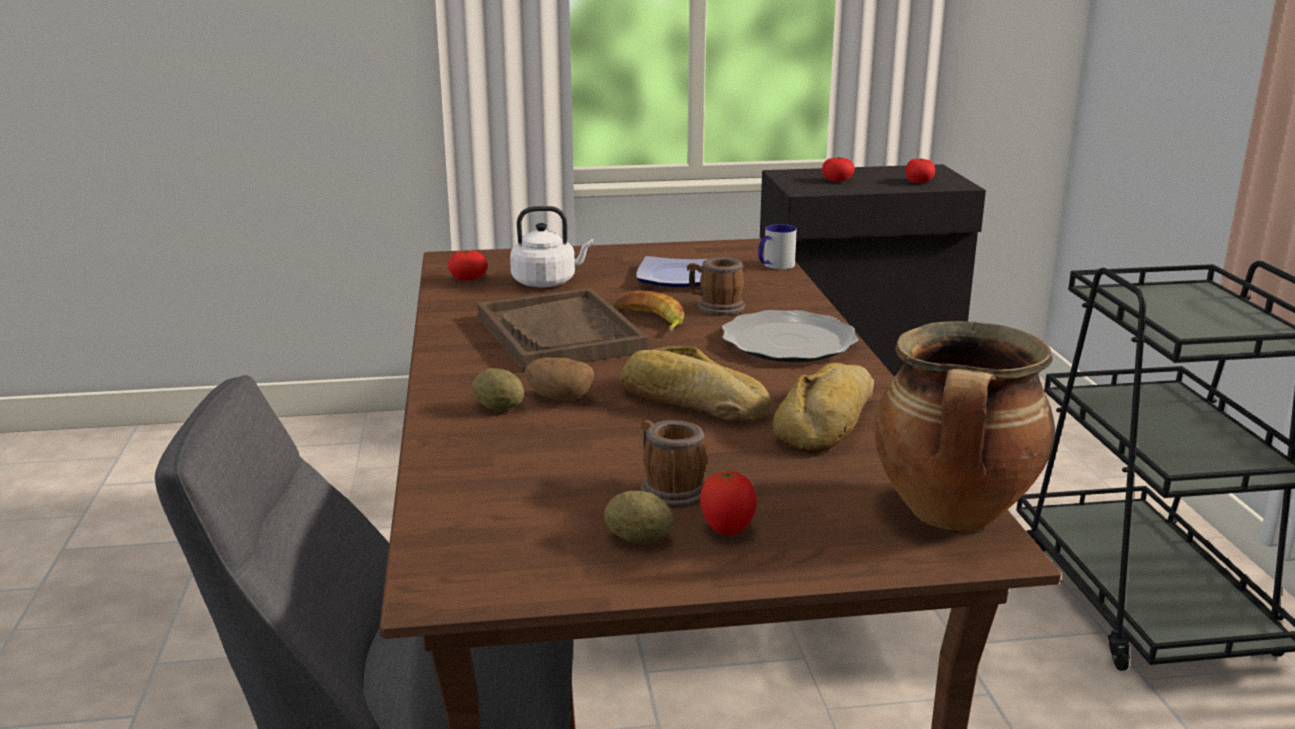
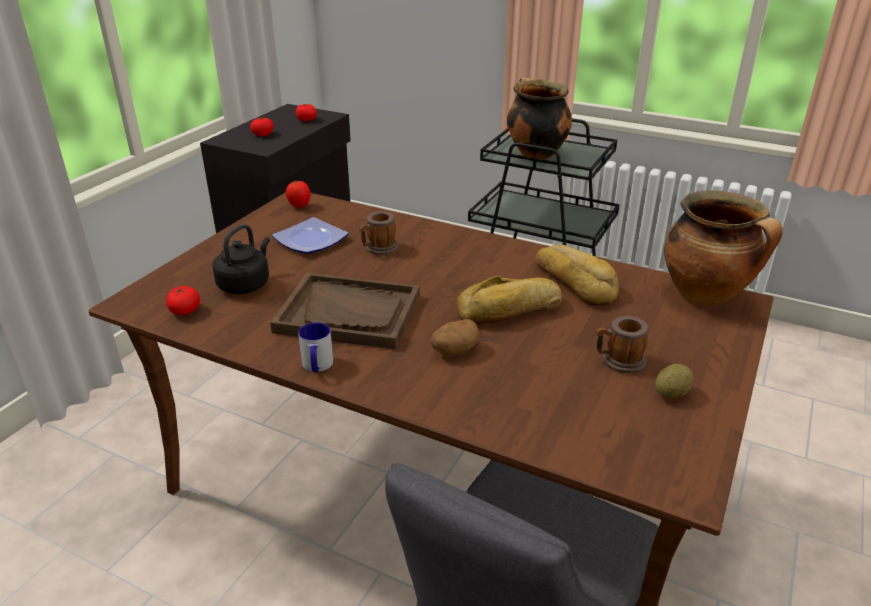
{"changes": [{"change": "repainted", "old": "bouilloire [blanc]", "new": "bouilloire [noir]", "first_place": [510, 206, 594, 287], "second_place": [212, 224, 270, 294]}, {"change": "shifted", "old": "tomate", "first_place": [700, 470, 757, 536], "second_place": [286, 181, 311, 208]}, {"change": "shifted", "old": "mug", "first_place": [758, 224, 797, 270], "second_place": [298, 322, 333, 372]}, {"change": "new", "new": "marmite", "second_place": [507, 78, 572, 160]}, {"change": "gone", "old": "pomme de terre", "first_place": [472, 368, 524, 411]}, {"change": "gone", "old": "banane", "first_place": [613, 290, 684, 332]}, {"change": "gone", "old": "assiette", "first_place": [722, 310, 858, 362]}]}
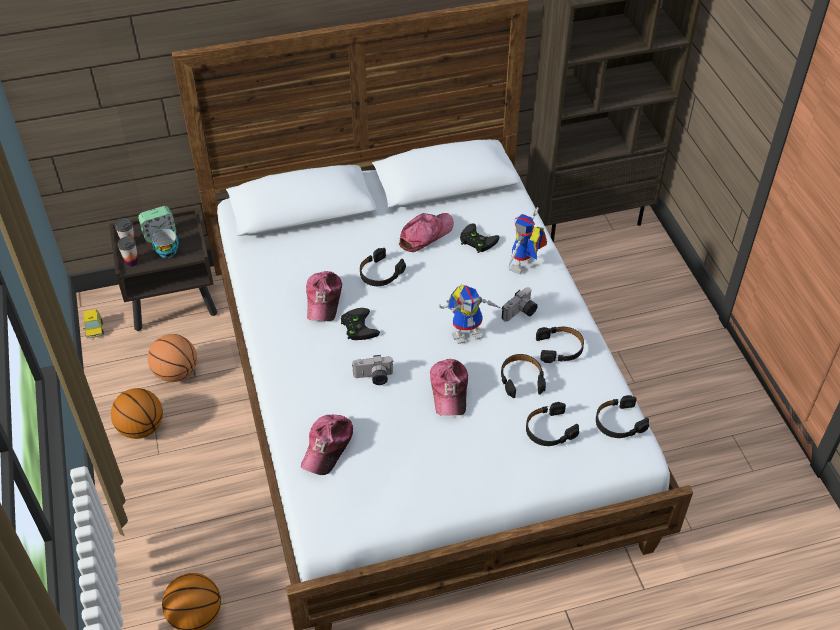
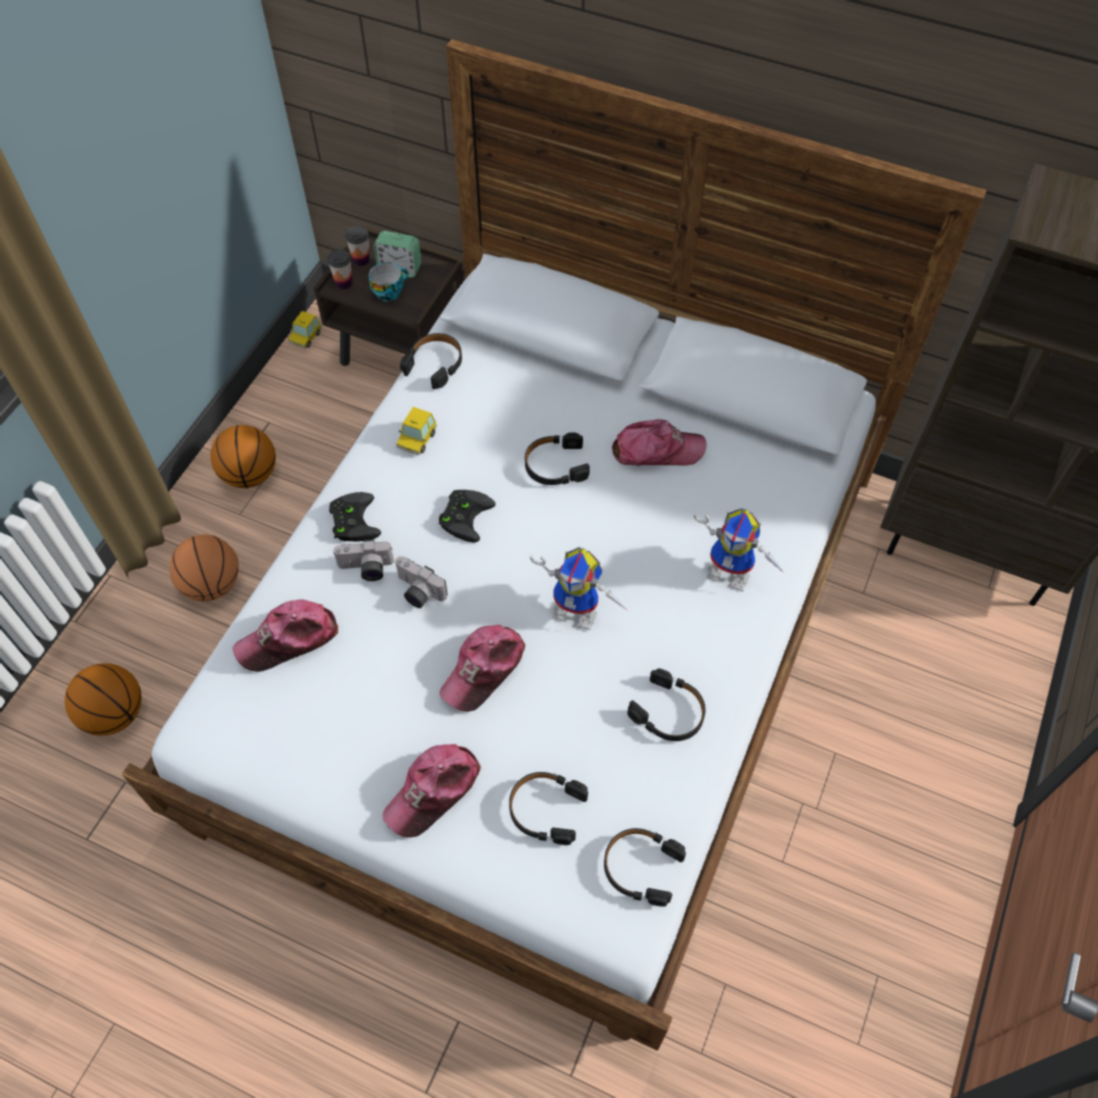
{"changes": [{"change": "shifted", "old": "ballon de basket", "first_place": [148, 334, 197, 382], "second_place": [170, 535, 239, 602]}, {"change": "shifted", "old": "manette [noir]", "first_place": [460, 224, 499, 253], "second_place": [329, 492, 381, 541]}, {"change": "shifted", "old": "appareil photo", "first_place": [502, 287, 538, 322], "second_place": [333, 539, 394, 581]}, {"change": "shifted", "old": "casquette", "first_place": [306, 271, 342, 321], "second_place": [382, 744, 481, 838]}, {"change": "new", "new": "petite voiture", "second_place": [396, 407, 437, 455]}, {"change": "shifted", "old": "casque audio [noir]", "first_place": [501, 354, 546, 398], "second_place": [400, 333, 462, 389]}, {"change": "rotated", "old": "robot jouet", "first_place": [508, 207, 547, 274], "second_place": [693, 508, 785, 591], "degrees": -135}]}
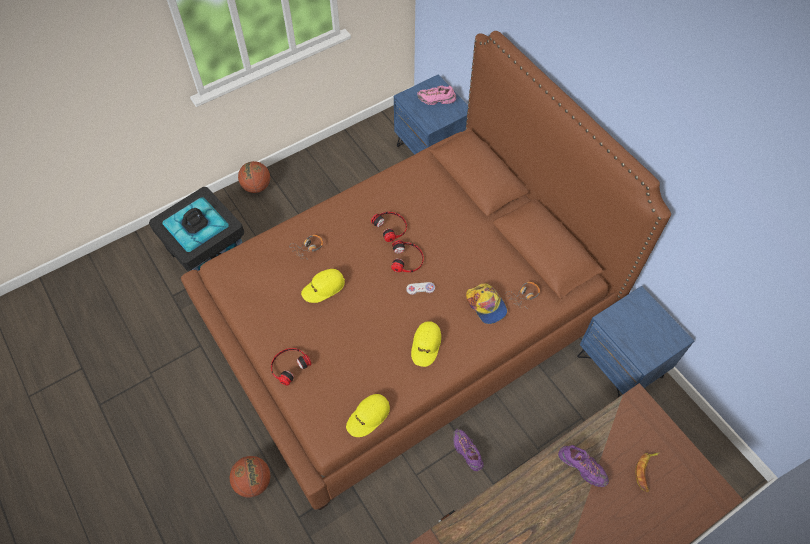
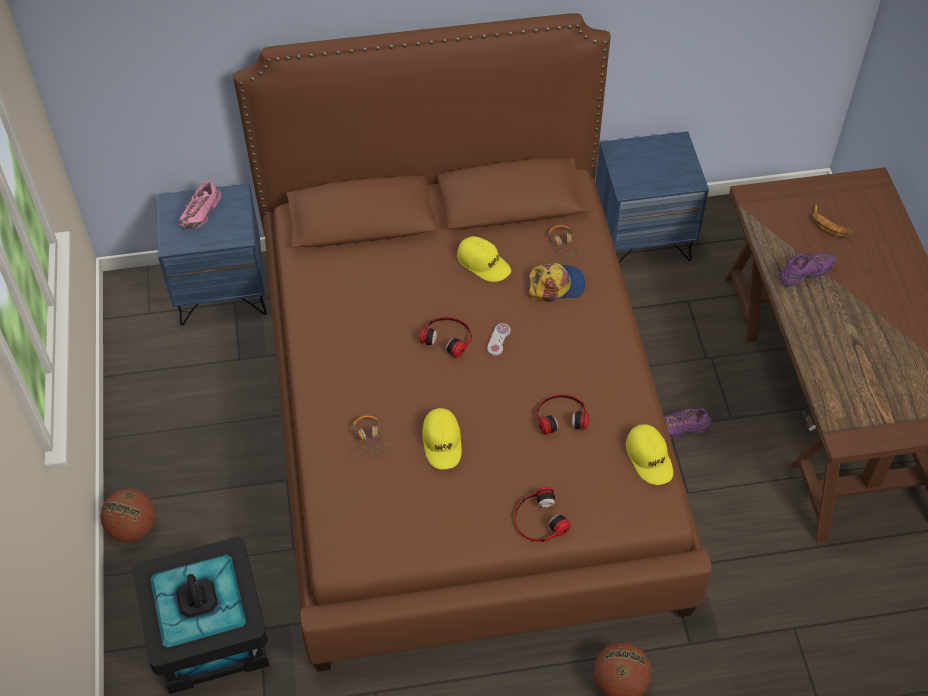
{"changes": [{"change": "shifted", "old": "casquette [jaune]", "first_place": [411, 321, 441, 367], "second_place": [457, 236, 511, 282]}, {"change": "shifted", "old": "casque audio", "first_place": [371, 212, 407, 242], "second_place": [537, 394, 589, 435]}]}
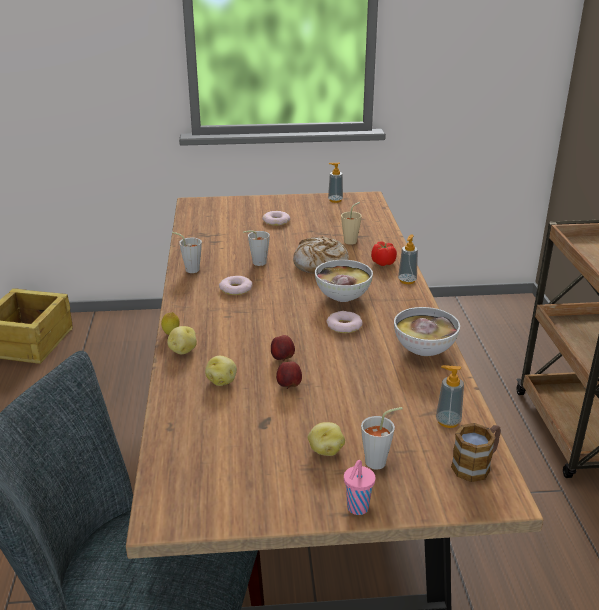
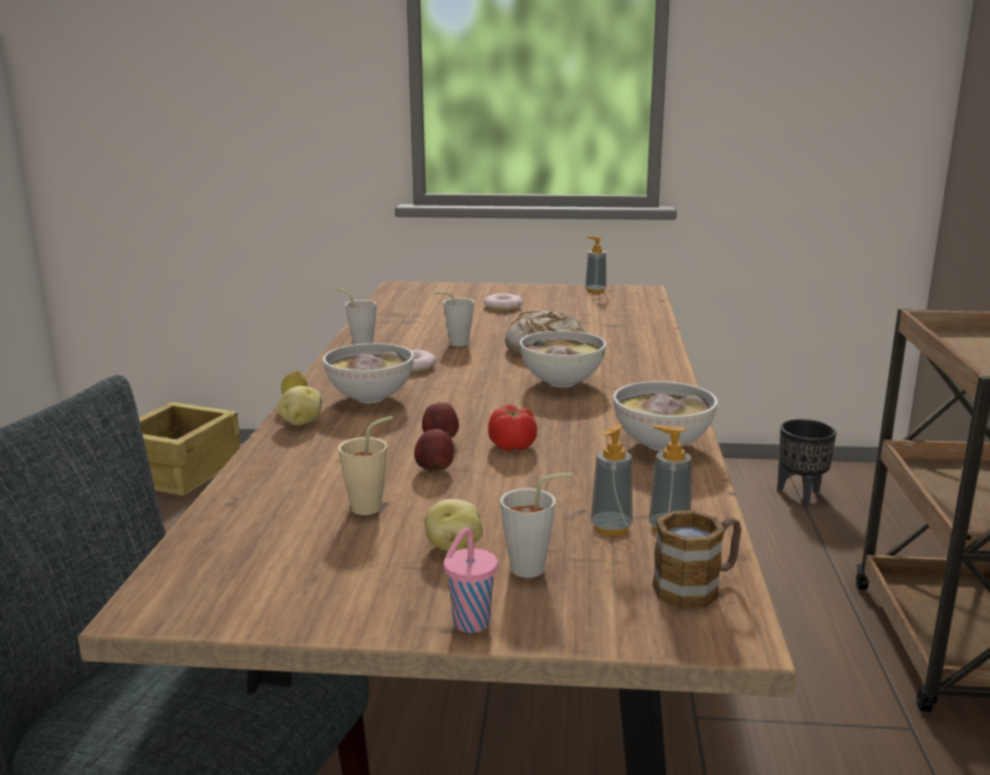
{"changes": [{"change": "new", "new": "bol", "second_place": [323, 343, 414, 403]}, {"change": "shifted", "old": "tasse [beige]", "first_place": [341, 202, 362, 245], "second_place": [338, 416, 393, 515]}, {"change": "shifted", "old": "tomate", "first_place": [371, 241, 397, 266], "second_place": [488, 405, 537, 451]}, {"change": "shifted", "old": "distributeur de savon", "first_place": [398, 234, 418, 284], "second_place": [591, 424, 633, 536]}, {"change": "new", "new": "cache-pot [noir]", "second_place": [777, 419, 836, 506]}, {"change": "gone", "old": "pomme de terre", "first_place": [205, 356, 237, 386]}, {"change": "gone", "old": "beignet", "first_place": [326, 311, 363, 333]}]}
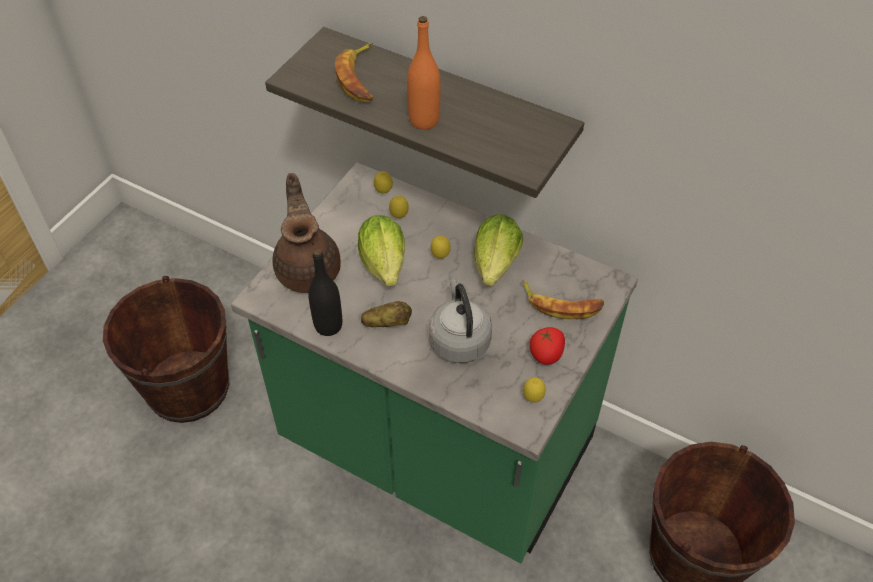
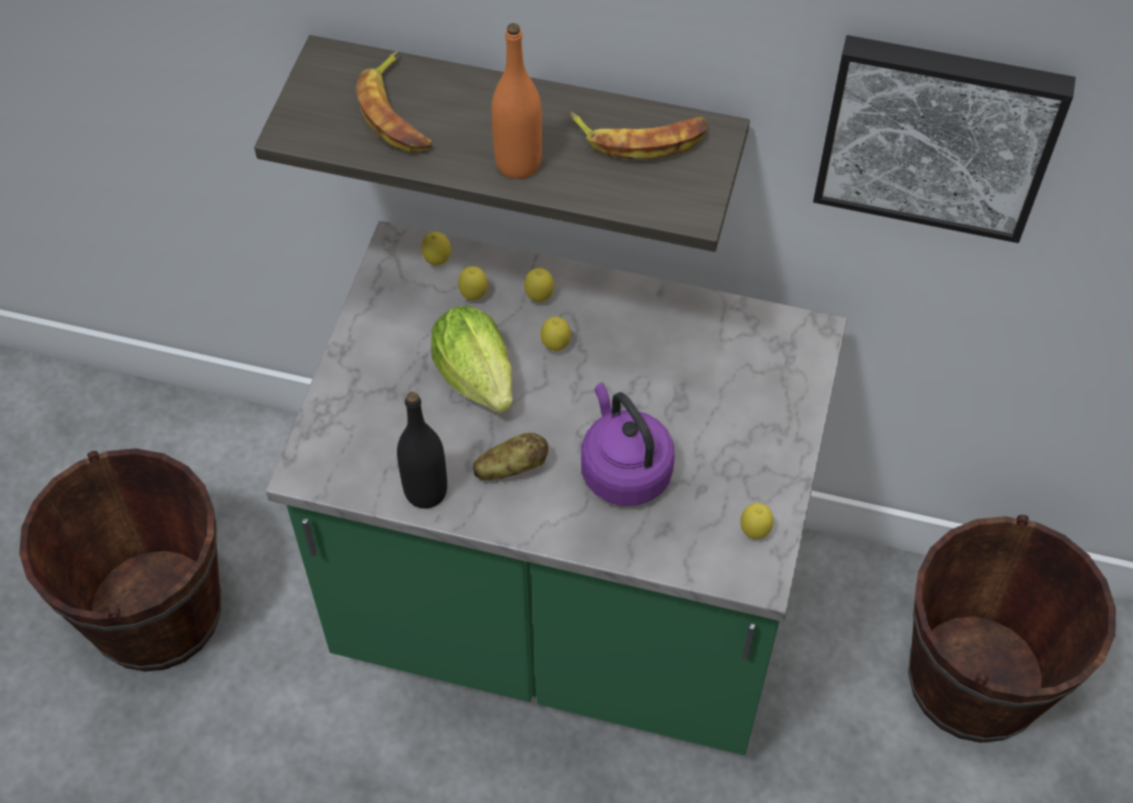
{"changes": [{"change": "new", "new": "citron", "second_place": [524, 268, 554, 302]}, {"change": "shifted", "old": "banane", "first_place": [522, 280, 604, 319], "second_place": [569, 112, 708, 159]}, {"change": "repainted", "old": "bouilloire [gris]", "new": "bouilloire [violet]", "first_place": [429, 279, 492, 363], "second_place": [581, 383, 675, 506]}, {"change": "new", "new": "tableau", "second_place": [813, 35, 1076, 243]}, {"change": "gone", "old": "théière [marron]", "first_place": [273, 173, 341, 293]}, {"change": "gone", "old": "laitue", "first_place": [474, 214, 523, 286]}, {"change": "gone", "old": "tomate", "first_place": [530, 327, 565, 365]}]}
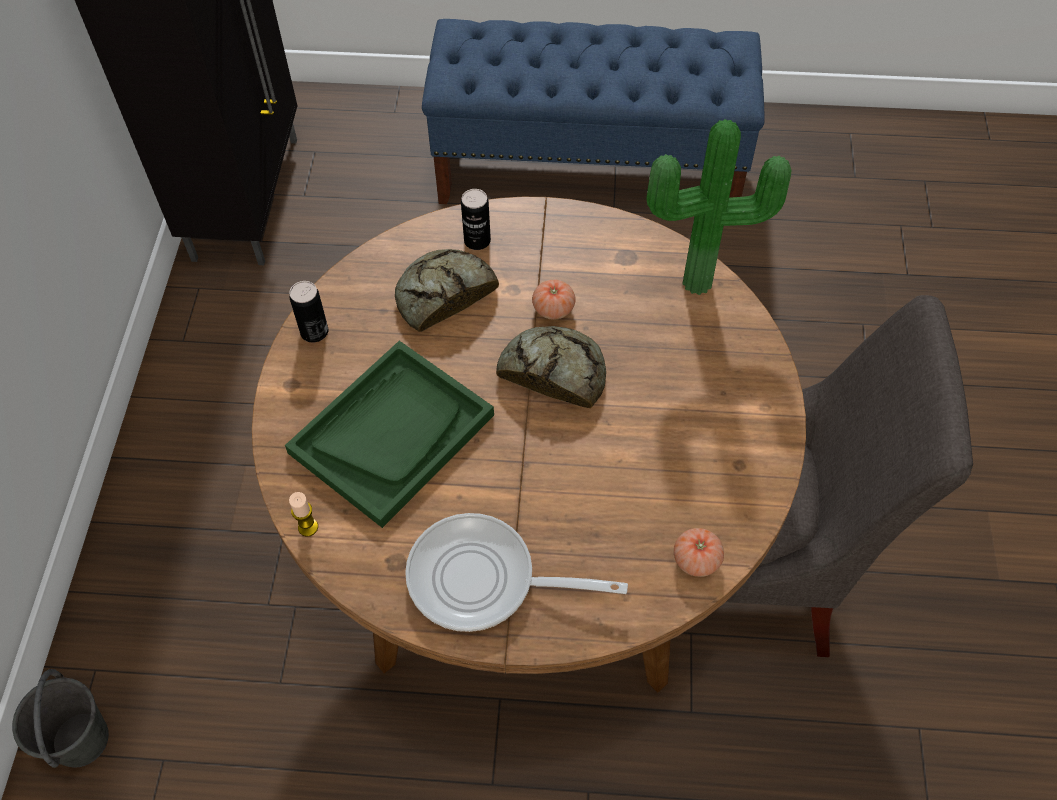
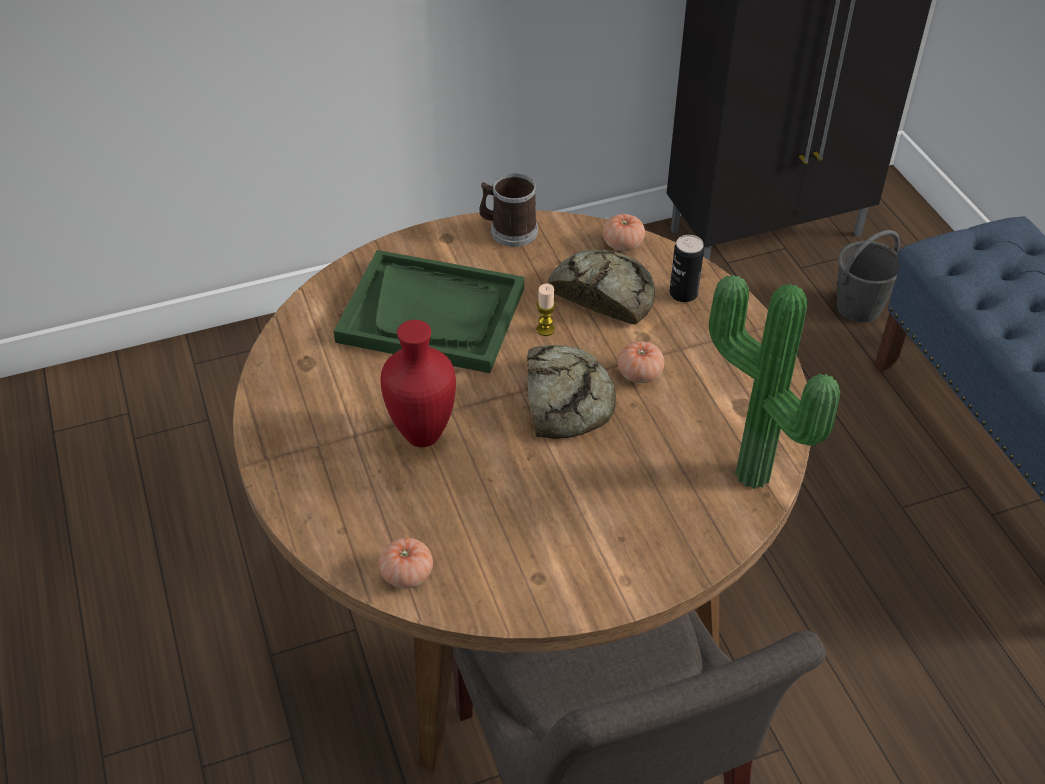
{"changes": [{"change": "new", "new": "vase [rouge]", "second_place": [380, 320, 456, 447]}, {"change": "swapped", "old": "boîte métallique", "new": "mug", "first_place": [289, 281, 328, 343], "second_place": [479, 173, 538, 247]}, {"change": "shifted", "old": "bougie", "first_place": [289, 492, 318, 537], "second_place": [536, 283, 556, 336]}, {"change": "new", "new": "tomate", "second_place": [603, 214, 645, 251]}, {"change": "shifted", "old": "seau [gris]", "first_place": [12, 669, 109, 768], "second_place": [837, 230, 900, 323]}, {"change": "gone", "old": "poêle", "first_place": [405, 513, 628, 632]}]}
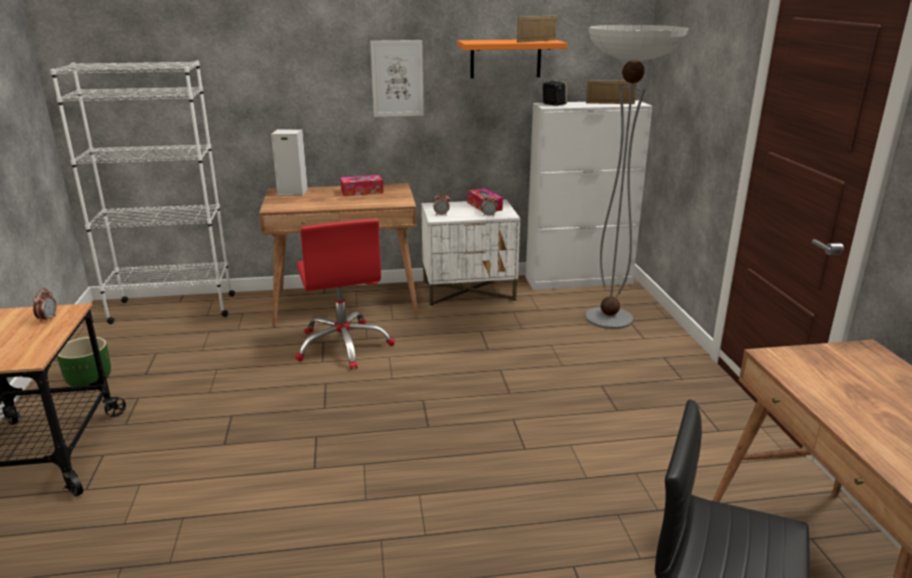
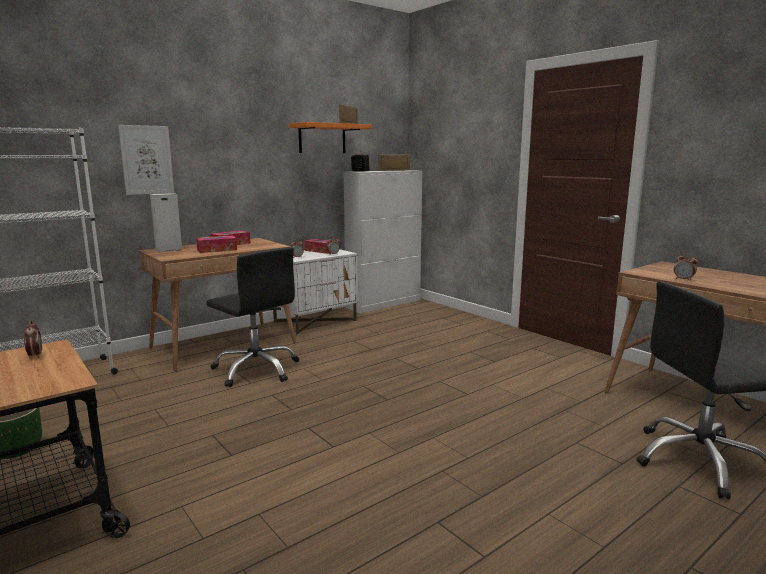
{"changes": [{"change": "shifted", "old": "tableau", "first_place": [370, 40, 424, 117], "second_place": [118, 125, 174, 195]}, {"change": "new", "new": "boîte à mouchoirs", "second_place": [196, 236, 237, 253]}, {"change": "repainted", "old": "chaise de bureau [rouge]", "new": "chaise de bureau [noir]", "first_place": [295, 219, 395, 370], "second_place": [206, 247, 299, 387]}, {"change": "new", "new": "réveil", "second_place": [674, 253, 698, 281]}, {"change": "gone", "old": "lampadaire", "first_place": [586, 25, 688, 329]}]}
